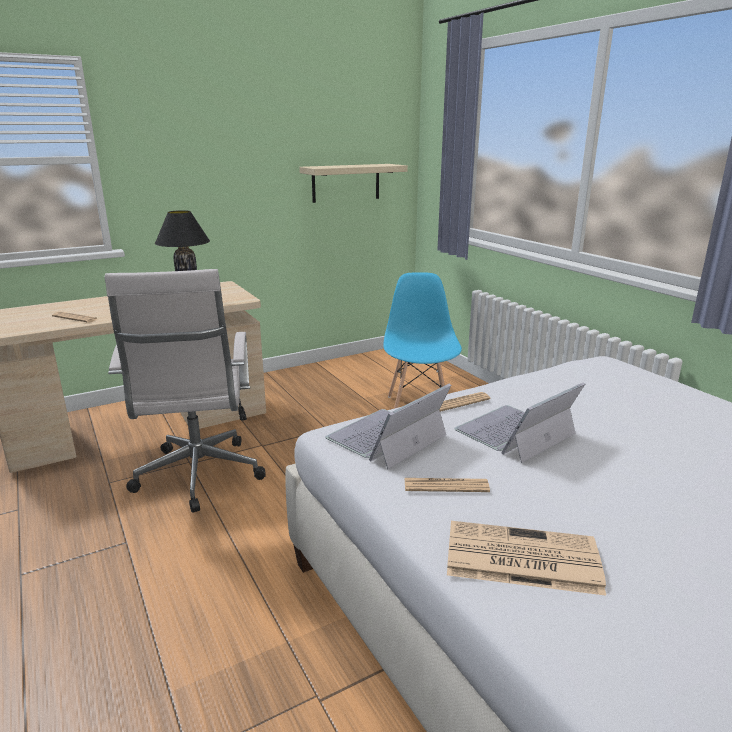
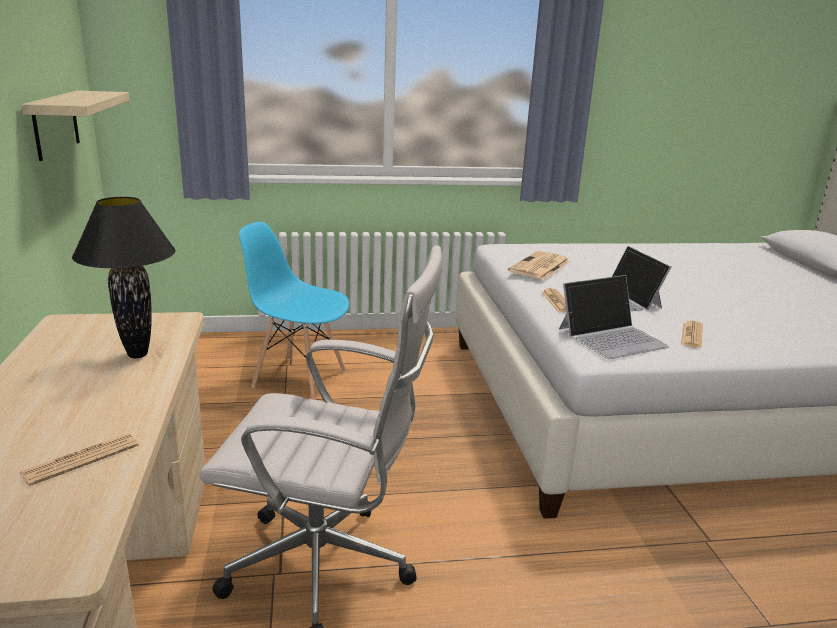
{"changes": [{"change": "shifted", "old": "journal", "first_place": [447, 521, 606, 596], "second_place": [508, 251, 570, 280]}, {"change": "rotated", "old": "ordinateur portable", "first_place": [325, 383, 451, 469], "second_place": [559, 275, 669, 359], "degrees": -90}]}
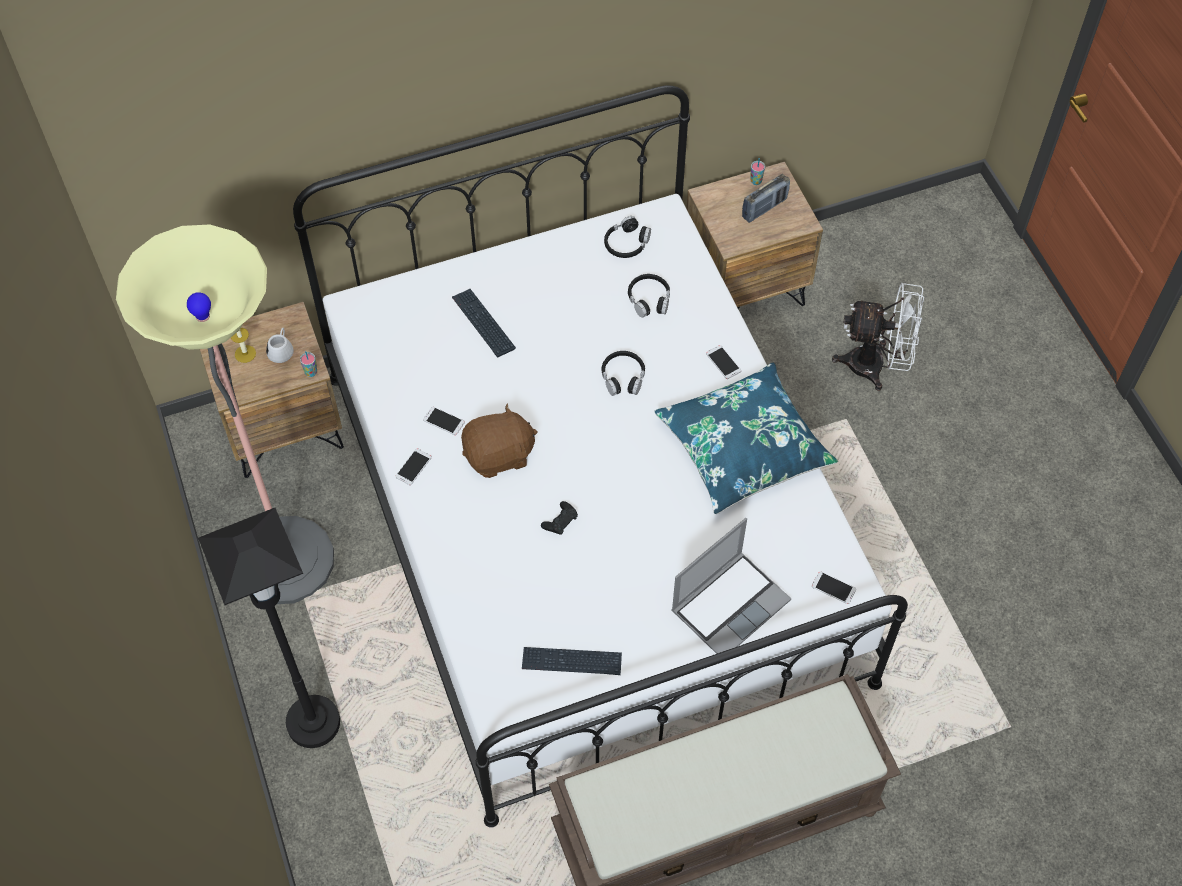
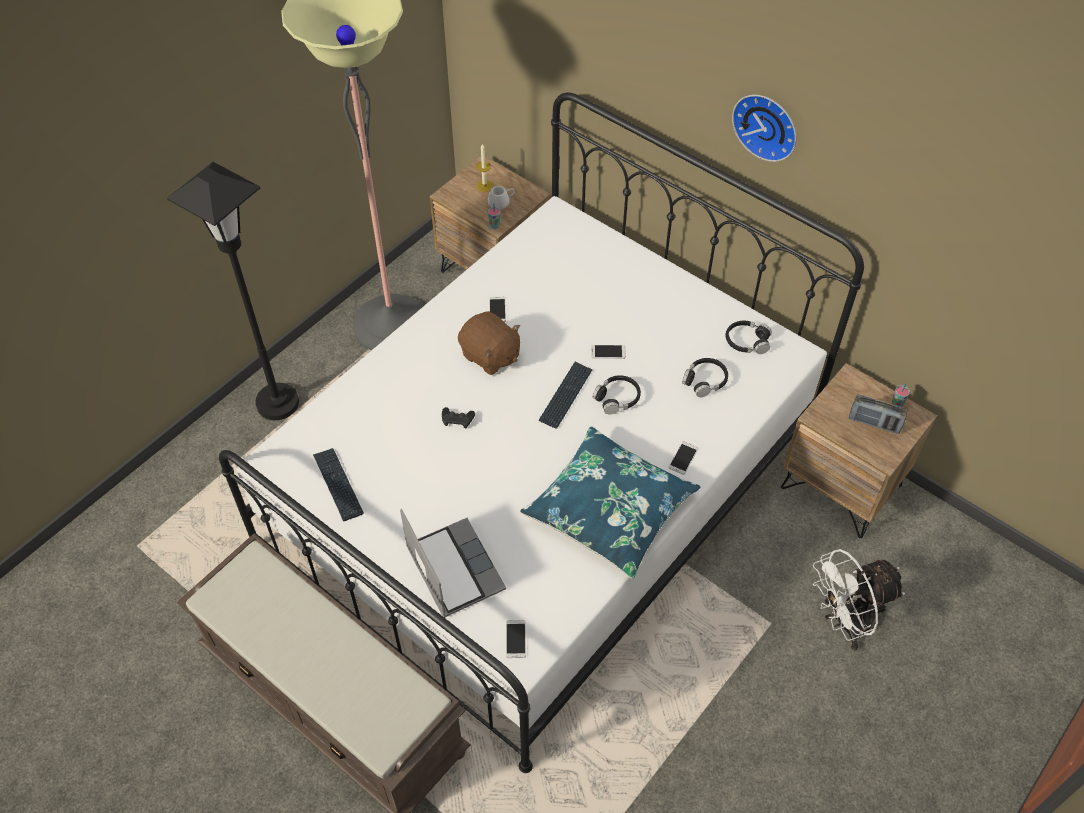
{"changes": [{"change": "rotated", "old": "ordinateur portable", "first_place": [672, 518, 791, 654], "second_place": [400, 509, 506, 618], "degrees": -135}, {"change": "shifted", "old": "clavier", "first_place": [452, 289, 516, 357], "second_place": [539, 362, 593, 429]}, {"change": "shifted", "old": "téléphone", "first_place": [395, 448, 432, 485], "second_place": [591, 345, 626, 359]}, {"change": "new", "new": "horloge murale", "second_place": [732, 95, 797, 162]}, {"change": "rotated", "old": "ventilateur [blanc]", "first_place": [832, 283, 924, 391], "second_place": [813, 549, 905, 650], "degrees": 90}]}
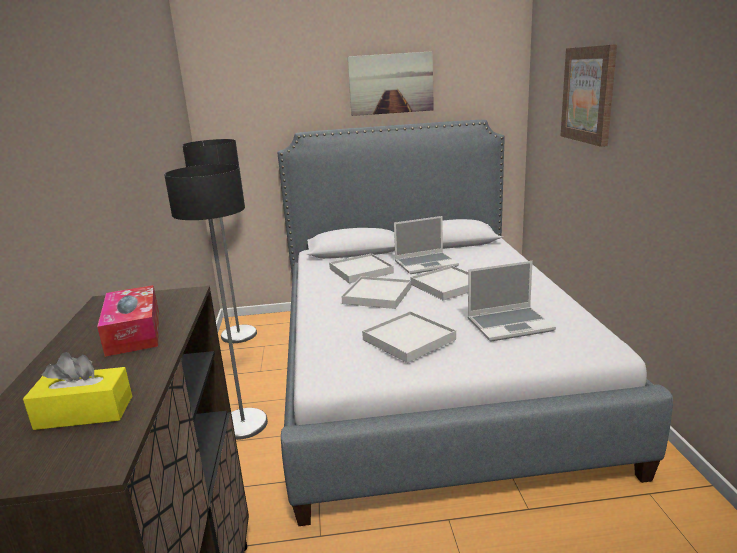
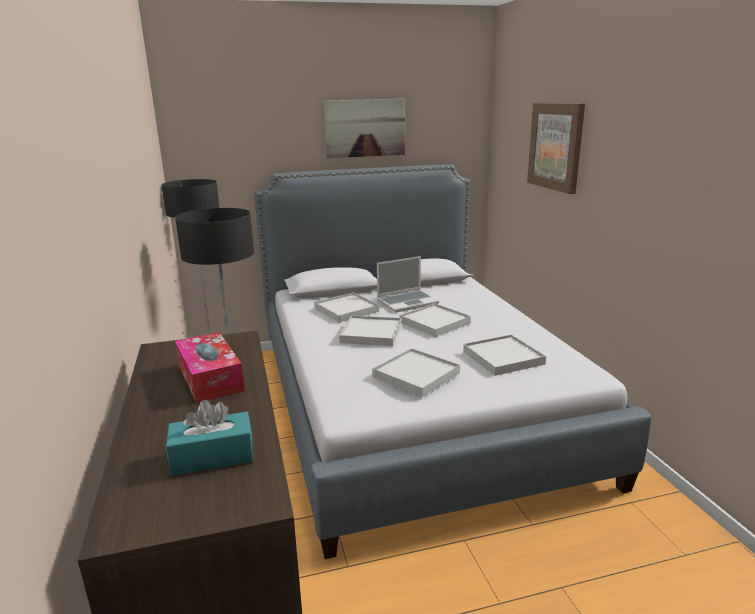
{"changes": [{"change": "repainted", "old": "boîte à mouchoirs [jaune]", "new": "boîte à mouchoirs [turquoise]", "first_place": [23, 352, 132, 430], "second_place": [166, 400, 254, 476]}, {"change": "swapped", "old": "ordinateur portable", "new": "plateau [blanc]", "first_place": [468, 261, 556, 342], "second_place": [463, 335, 546, 376]}]}
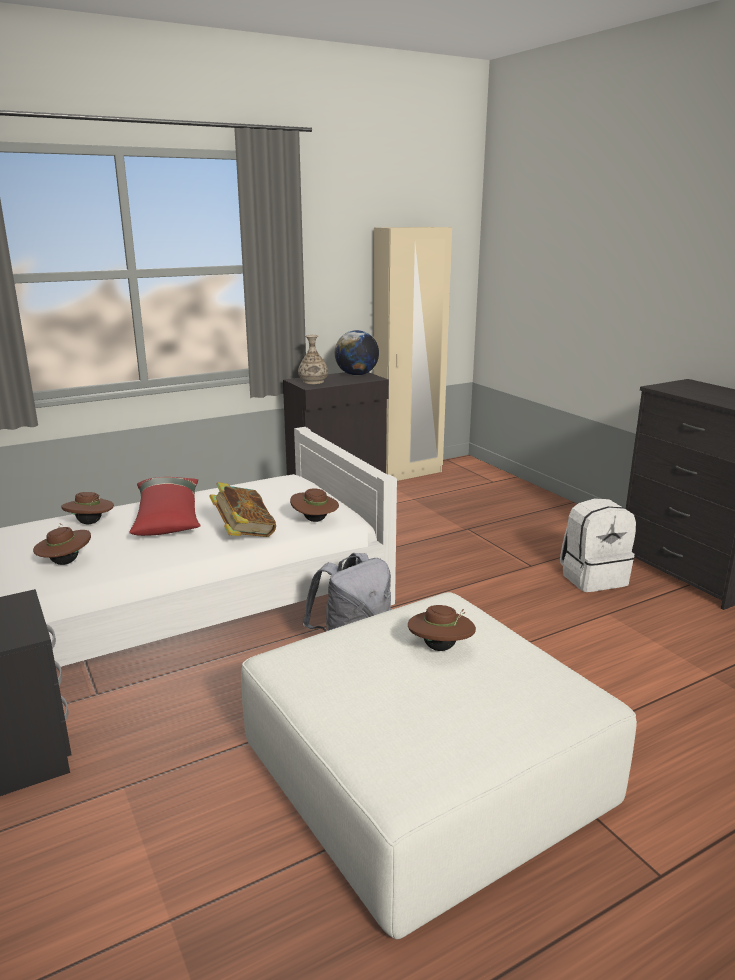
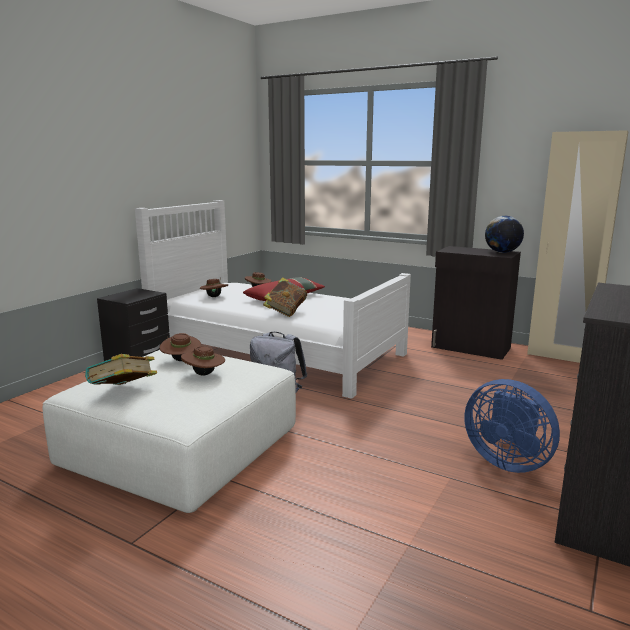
{"changes": [{"change": "new", "new": "livre", "second_place": [85, 354, 157, 385]}, {"change": "shifted", "old": "chapeau [marron]", "first_place": [290, 488, 339, 522], "second_place": [160, 333, 201, 361]}, {"change": "swapped", "old": "sac à dos [blanc]", "new": "ventilateur [bleu]", "first_place": [560, 498, 636, 592], "second_place": [464, 379, 560, 473]}, {"change": "gone", "old": "vase", "first_place": [298, 335, 328, 384]}]}
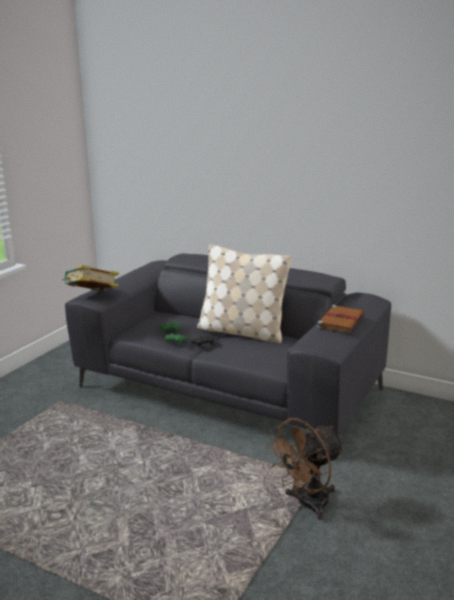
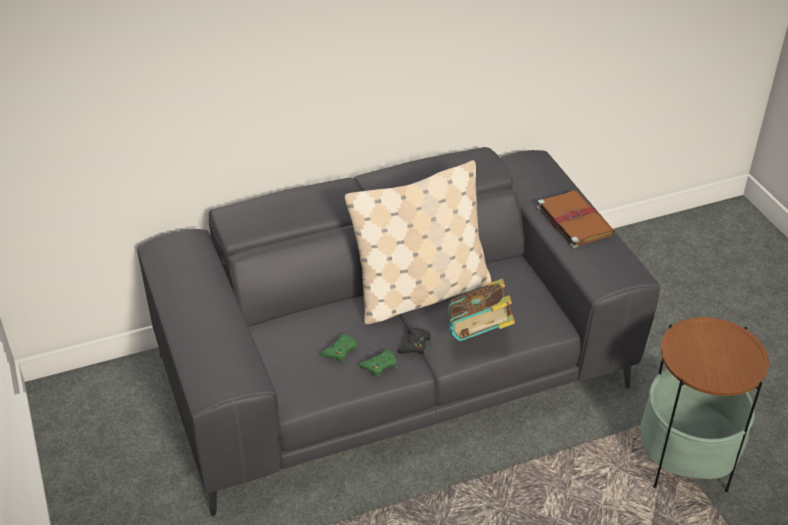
{"changes": [{"change": "shifted", "old": "livre", "first_place": [62, 265, 119, 290], "second_place": [448, 279, 515, 341]}, {"change": "swapped", "old": "ventilateur [marron]", "new": "table d'appoint", "first_place": [266, 418, 344, 520], "second_place": [640, 317, 769, 492]}]}
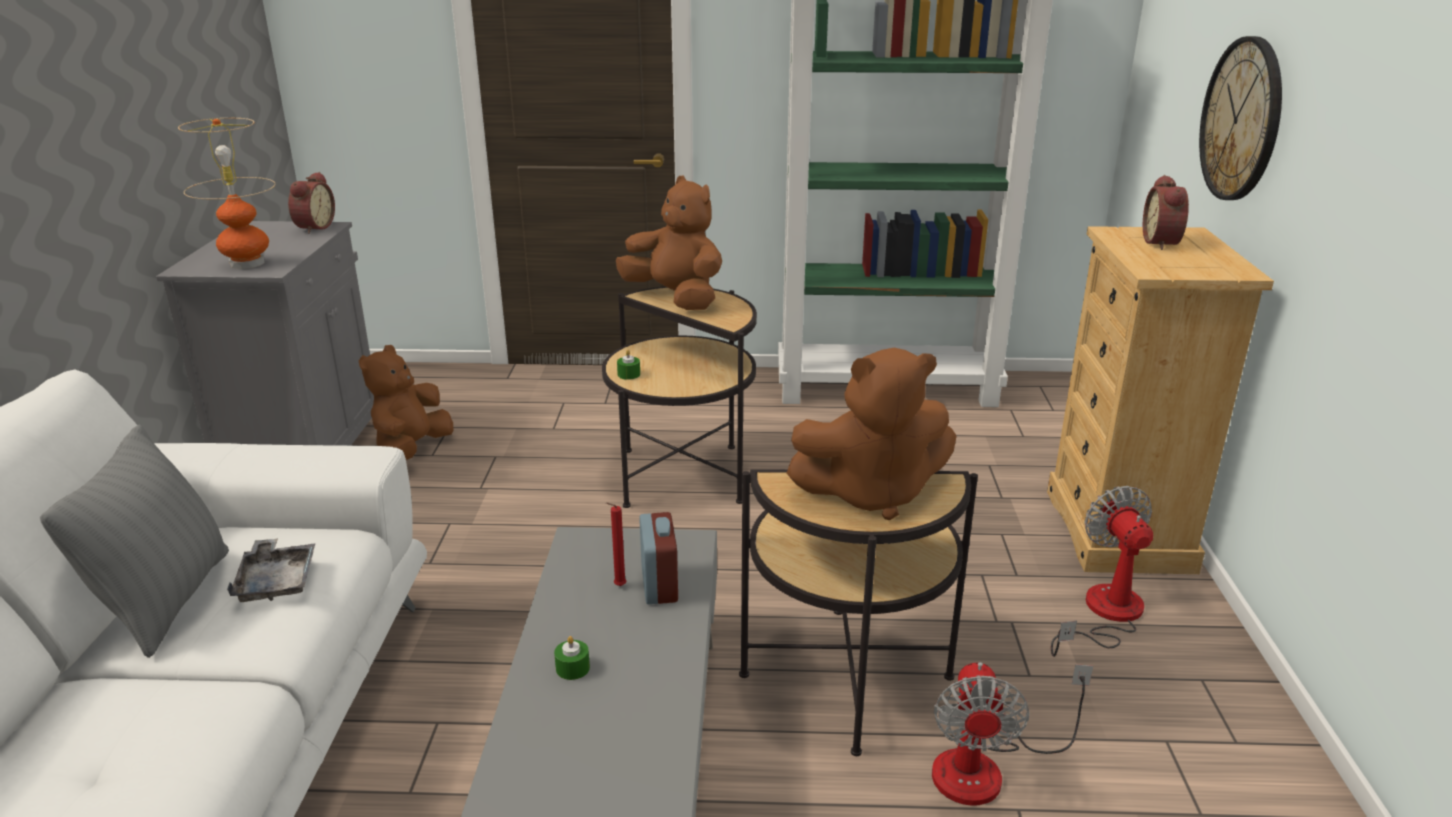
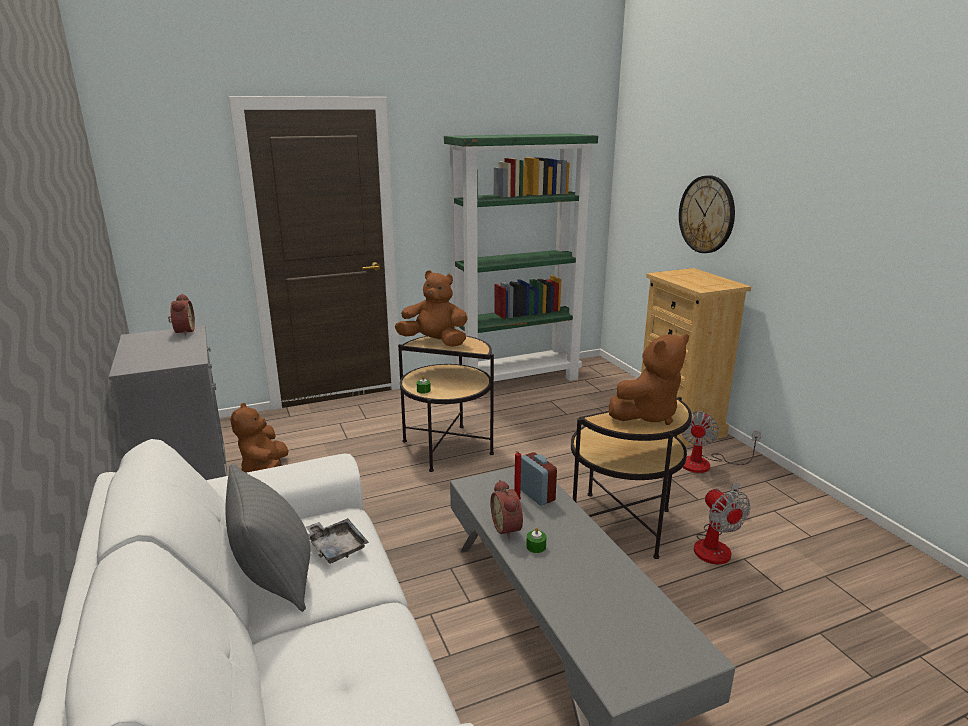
{"changes": [{"change": "shifted", "old": "réveil", "first_place": [1143, 175, 1189, 250], "second_place": [490, 480, 523, 539]}, {"change": "rotated", "old": "ventilateur", "first_place": [1051, 486, 1153, 657], "second_place": [681, 411, 761, 473], "degrees": -120}, {"change": "gone", "old": "lampe de table", "first_place": [178, 118, 276, 269]}]}
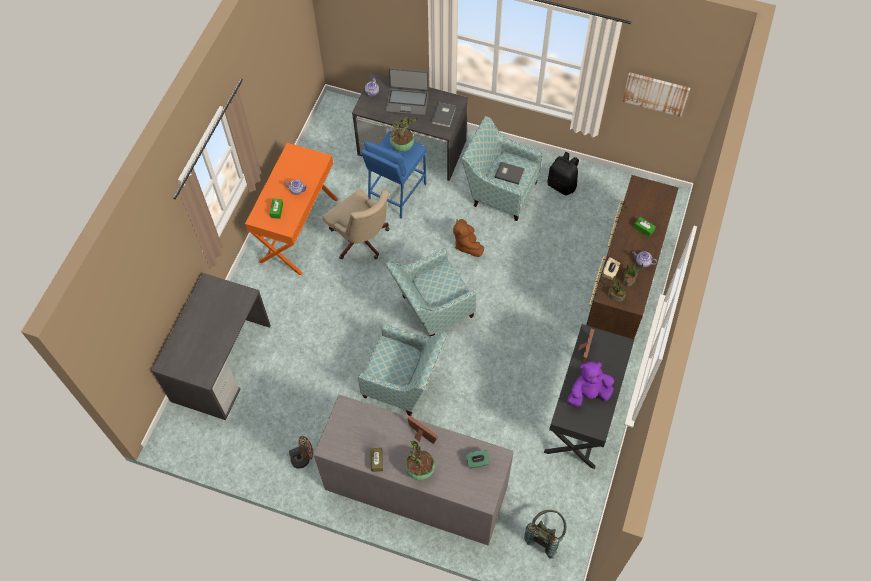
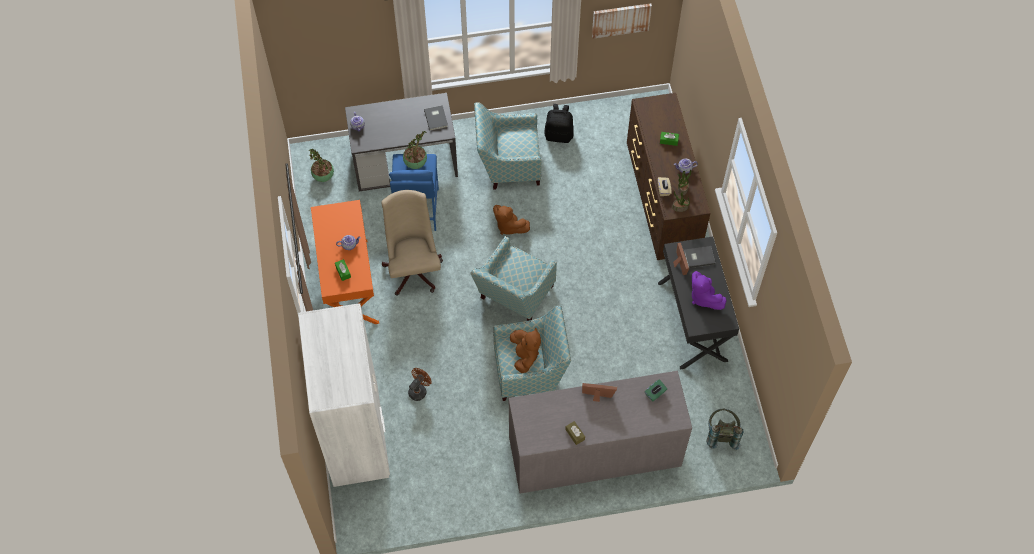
{"changes": [{"change": "swapped", "old": "bureau [gris]", "new": "armoire [blanc]", "first_place": [151, 273, 271, 420], "second_place": [298, 303, 390, 487]}, {"change": "shifted", "old": "plante en pot", "first_place": [405, 441, 435, 480], "second_place": [309, 149, 334, 182]}, {"change": "rotated", "old": "chaise de bureau [beige]", "first_place": [322, 189, 390, 259], "second_place": [381, 190, 443, 295], "degrees": -120}, {"change": "shifted", "old": "ventilateur [marron]", "first_place": [289, 436, 313, 469], "second_place": [408, 368, 432, 401]}, {"change": "new", "new": "peluche [marron]", "second_place": [510, 328, 541, 373]}, {"change": "shifted", "old": "livre [gris]", "first_place": [495, 162, 525, 185], "second_place": [684, 246, 715, 268]}, {"change": "rotated", "old": "peluche [violet]", "first_place": [567, 361, 614, 407], "second_place": [692, 271, 727, 310], "degrees": -75}, {"change": "gone", "old": "ordinateur portable", "first_place": [386, 68, 429, 116]}]}
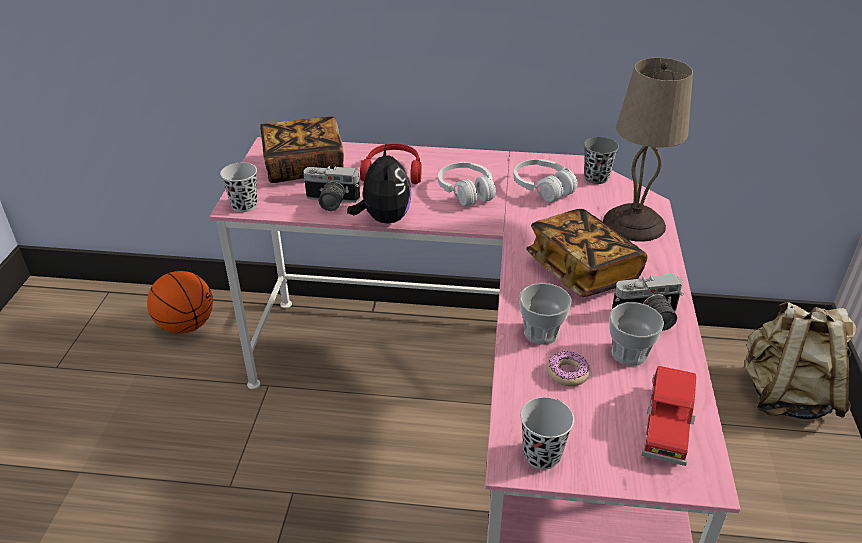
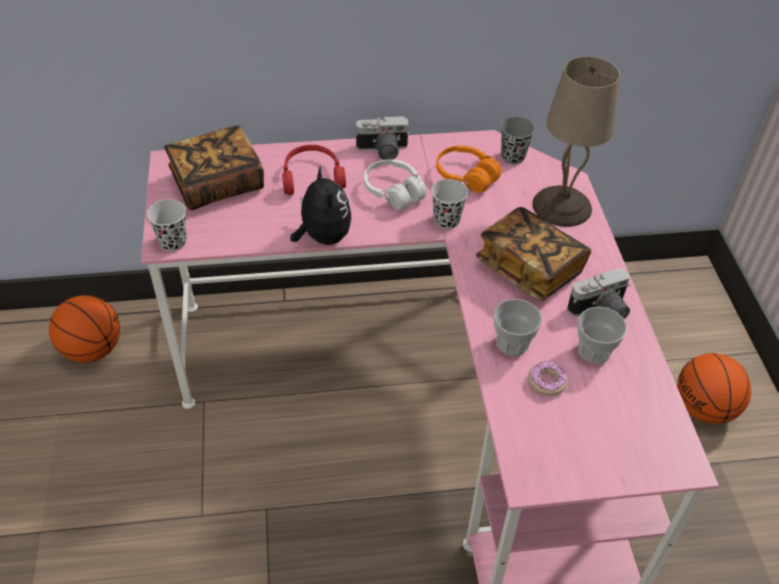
{"changes": [{"change": "shifted", "old": "appareil photo", "first_place": [302, 166, 360, 211], "second_place": [355, 116, 410, 160]}, {"change": "shifted", "old": "tasse [noir]", "first_place": [520, 397, 574, 470], "second_place": [431, 179, 468, 229]}, {"change": "repainted", "old": "casque audio [blanc]", "new": "casque audio [orange]", "first_place": [513, 159, 578, 202], "second_place": [436, 146, 502, 193]}, {"change": "new", "new": "ballon de basket", "second_place": [677, 353, 751, 424]}, {"change": "gone", "old": "petite voiture [rouge]", "first_place": [641, 366, 696, 466]}, {"change": "gone", "old": "sac à dos [beige]", "first_place": [744, 302, 856, 420]}]}
